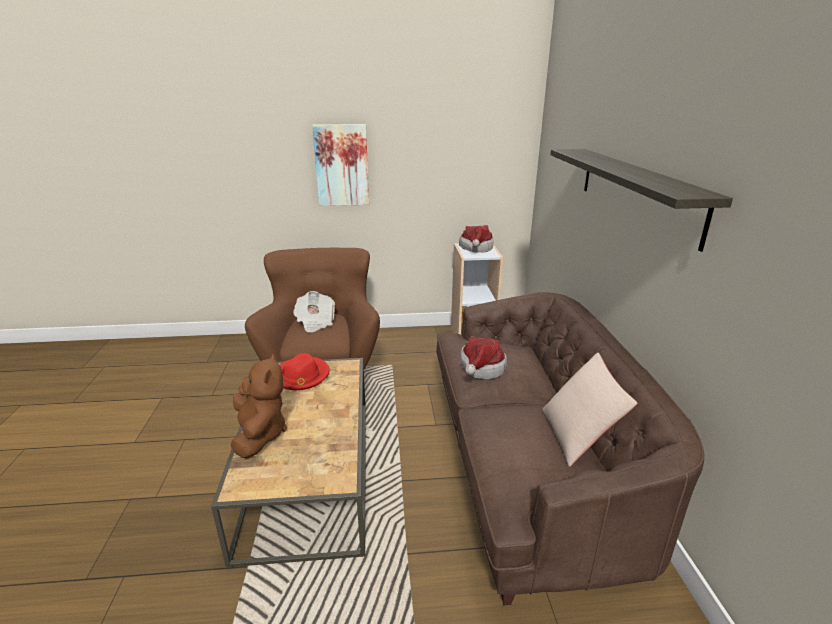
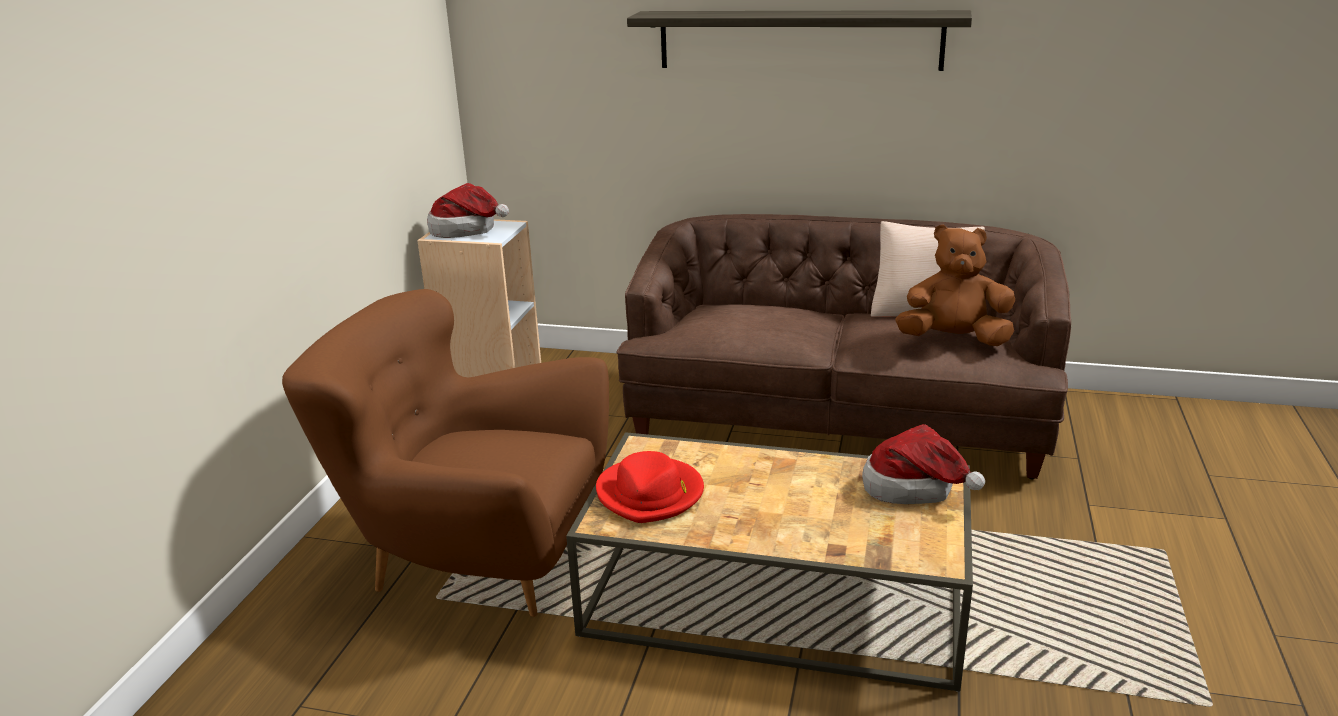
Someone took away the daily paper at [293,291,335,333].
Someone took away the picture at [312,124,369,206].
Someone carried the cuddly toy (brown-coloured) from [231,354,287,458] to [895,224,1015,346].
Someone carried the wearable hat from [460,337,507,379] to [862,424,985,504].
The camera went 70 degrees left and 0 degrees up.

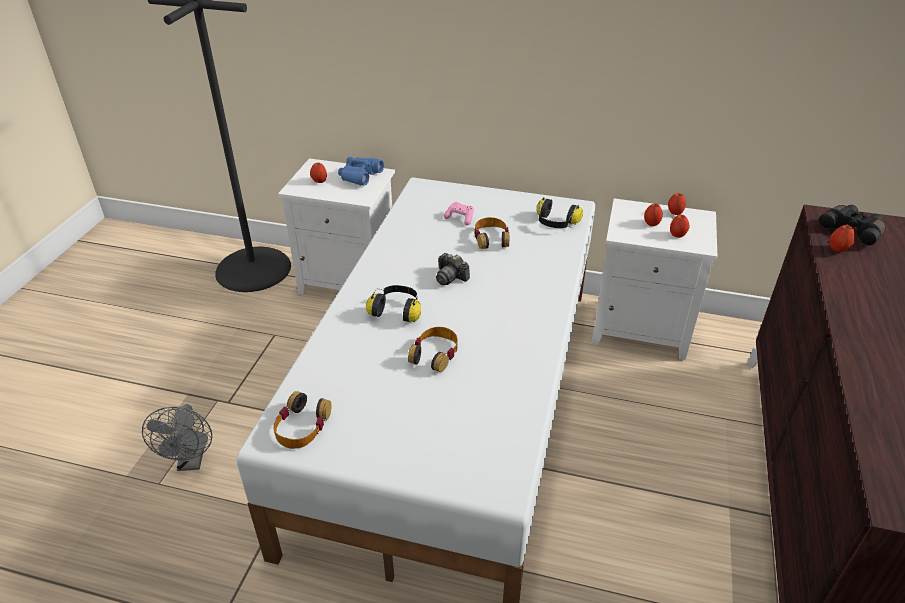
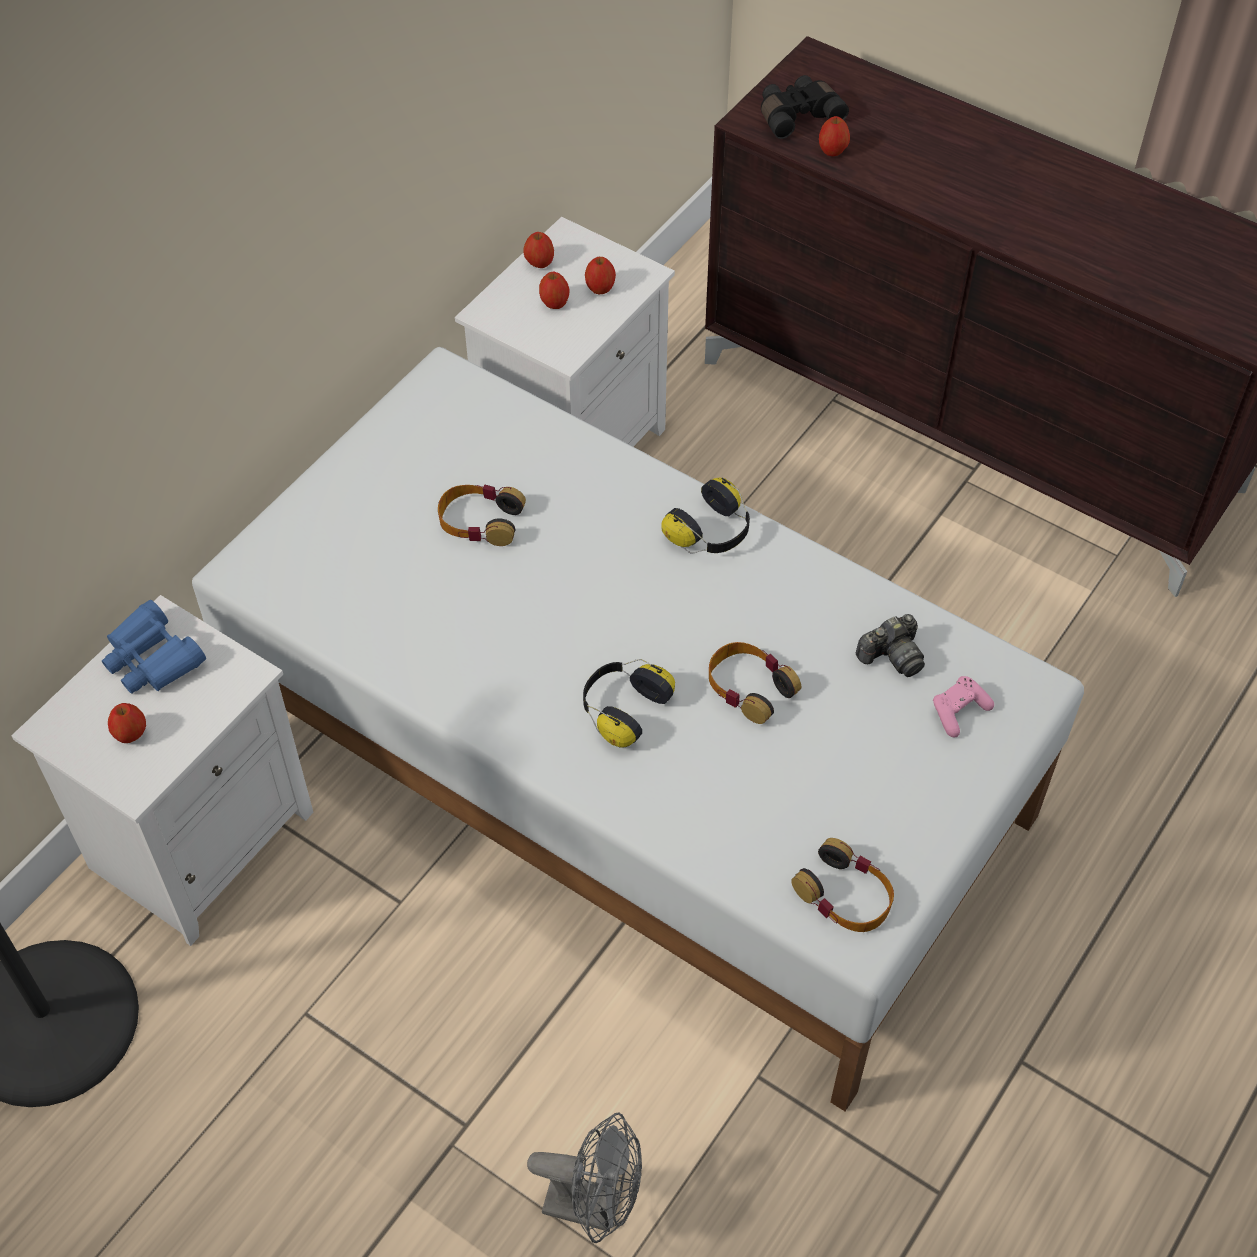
Someone carried the still camera from [436,253,470,285] to [856,614,925,677].
Someone carried the game controller (pink-coloured) from [444,202,474,225] to [933,676,994,737].
Someone carried the pair of headphones from [537,198,583,228] to [662,478,750,553].
The camera went 70 degrees left and 15 degrees up.

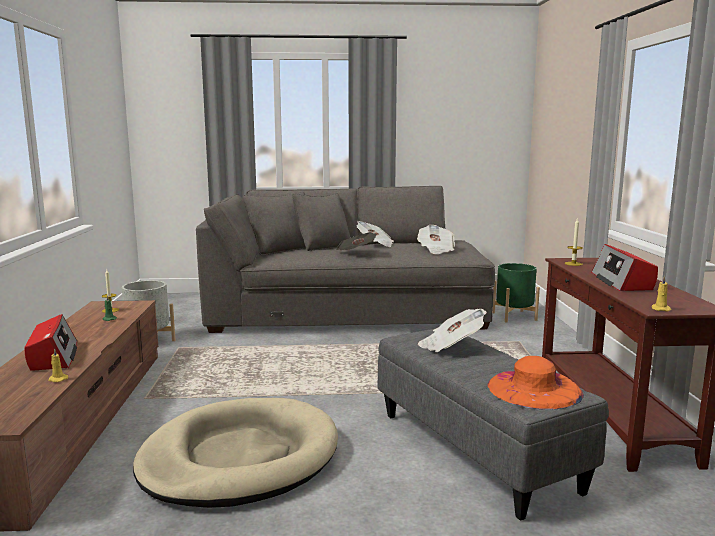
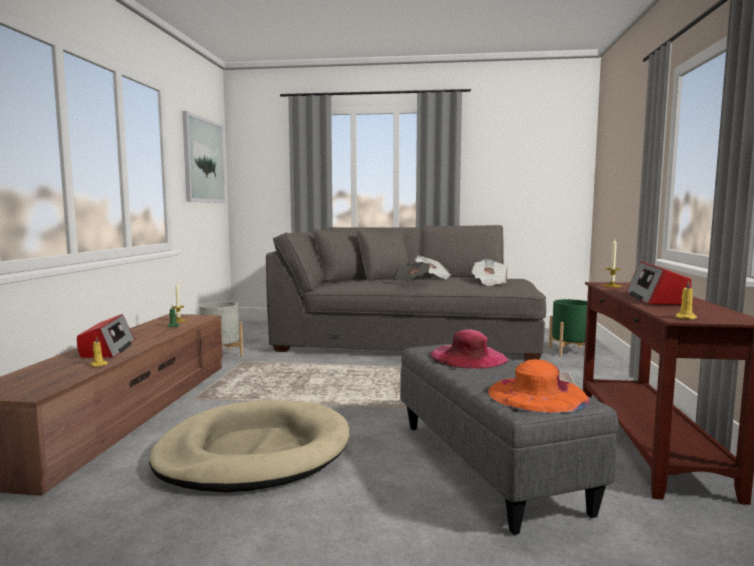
Someone put up the picture at [182,111,226,203].
Someone swapped the daily paper at [418,309,487,352] for the wearable hat (pink-coloured) at [430,329,508,369].
The camera went 10 degrees right and 5 degrees down.

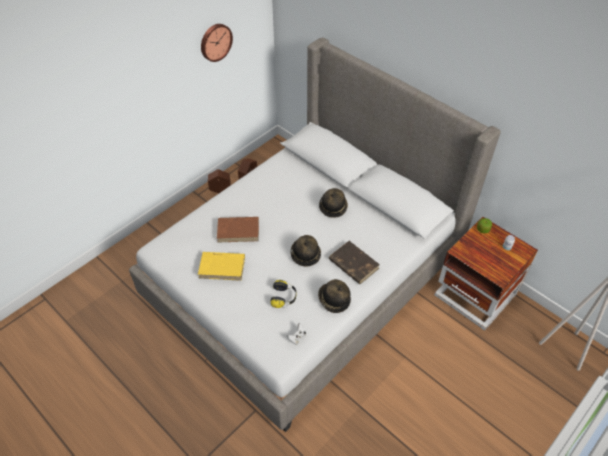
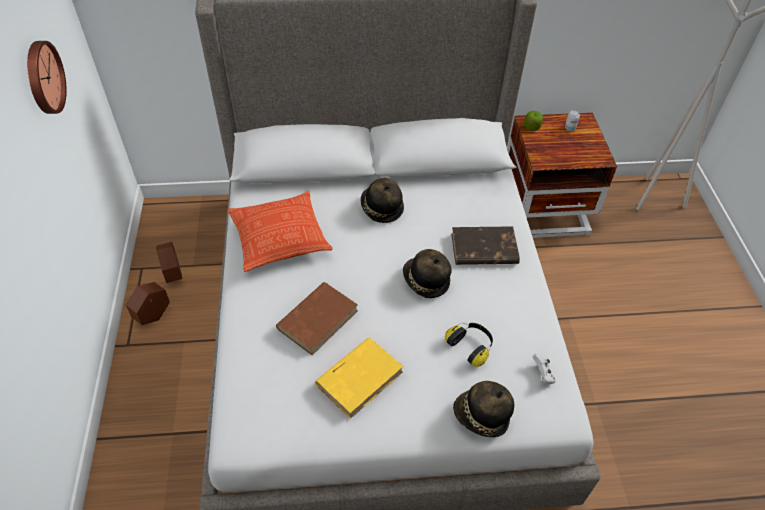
Someone put down the throw pillow (orangey) at [228,191,333,272].
Someone carried the wearable hat from [318,279,351,313] to [453,381,514,438].
The camera went 50 degrees left and 0 degrees up.

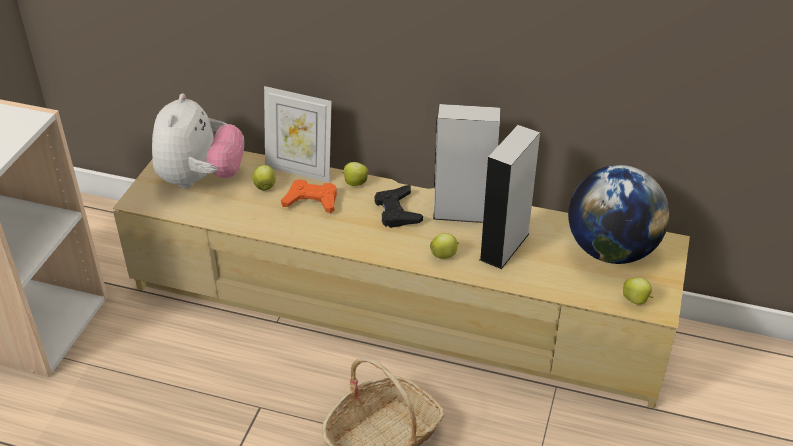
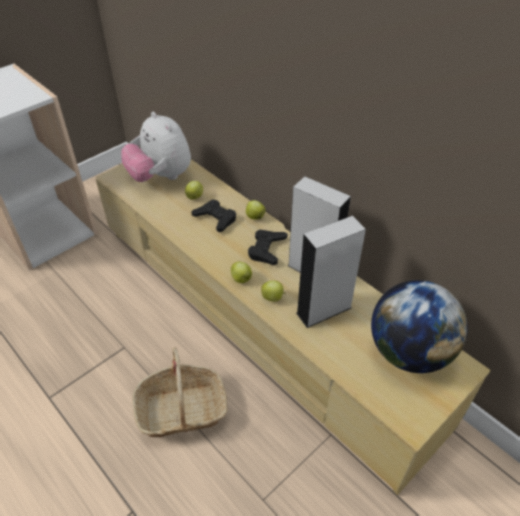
Someone took away the picture frame at [264,86,332,183].
Someone carried the apple fruit from [623,278,653,305] to [231,262,252,283].
Someone repainted the game controller (orangey) at [281,179,337,213], which became the game controller (black-coloured) at [192,200,236,232].
Someone rotated the cuddly toy at [152,94,244,189] by 105 degrees clockwise.
The camera went 30 degrees right and 5 degrees up.

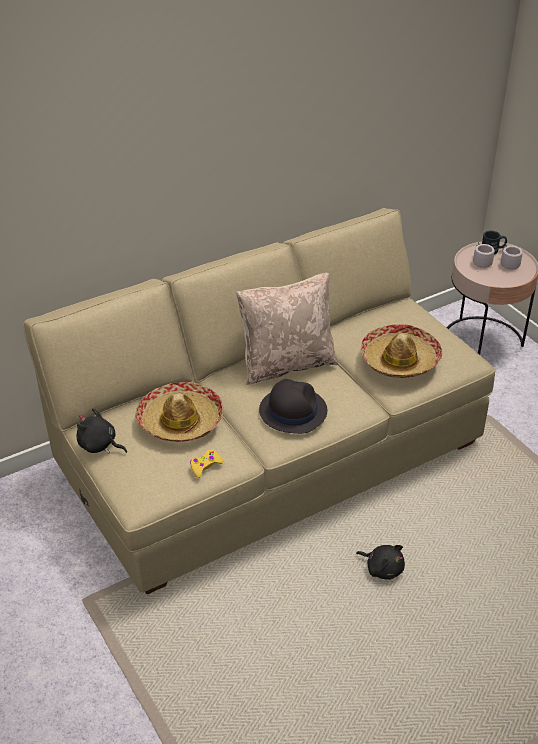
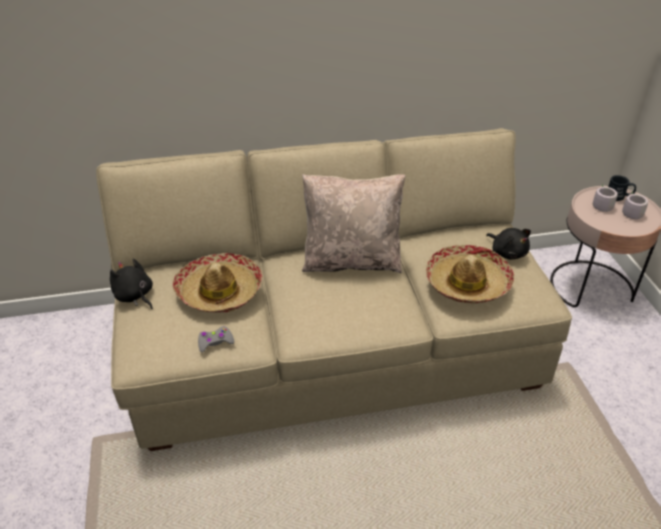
Someone took away the wearable hat (black-coloured) at [259,379,327,434].
Someone carried the cuddly toy (black-coloured) from [356,545,405,580] to [486,228,531,260].
Someone repainted the game controller (yellow-coloured) at [190,449,224,478], which became the game controller (grey) at [198,326,234,352].
The camera went 20 degrees right and 0 degrees up.

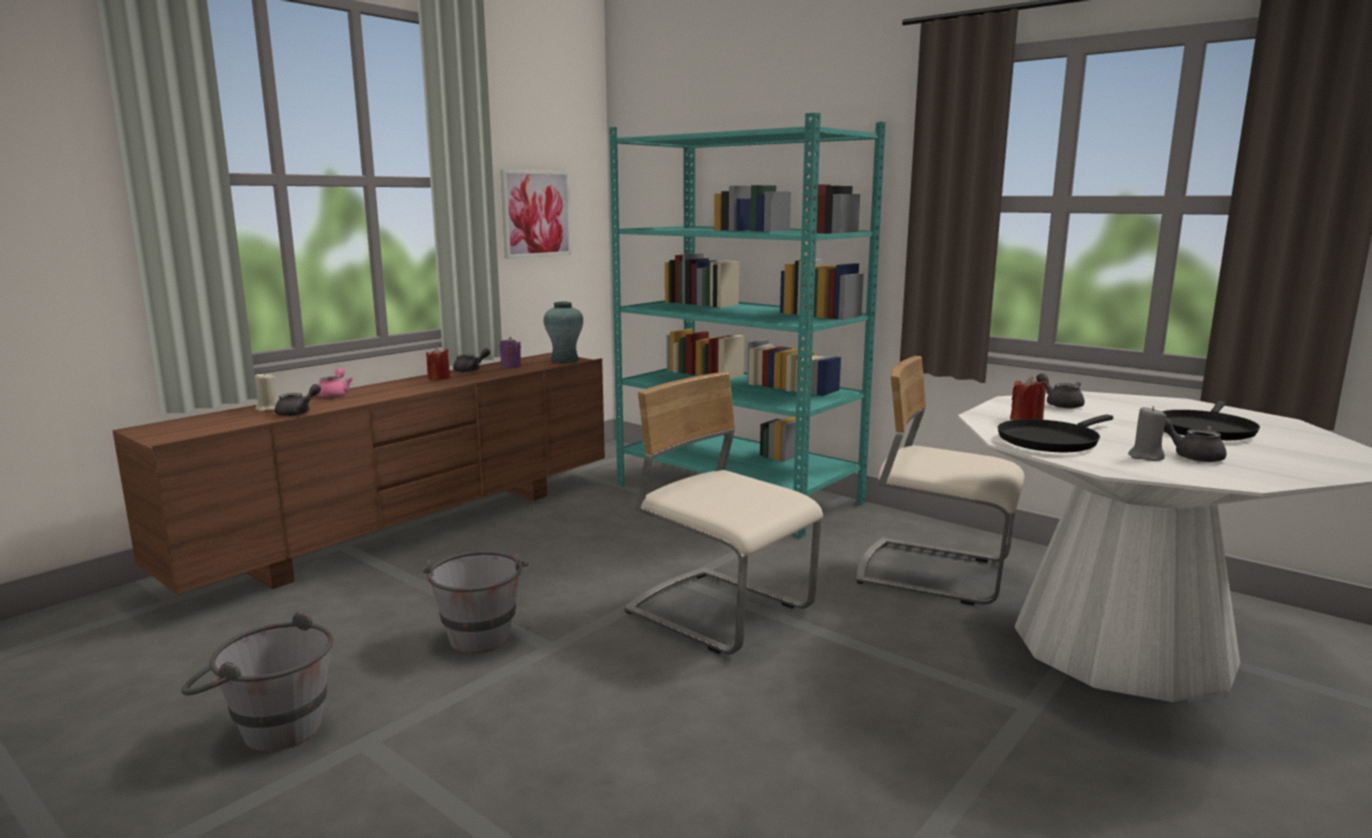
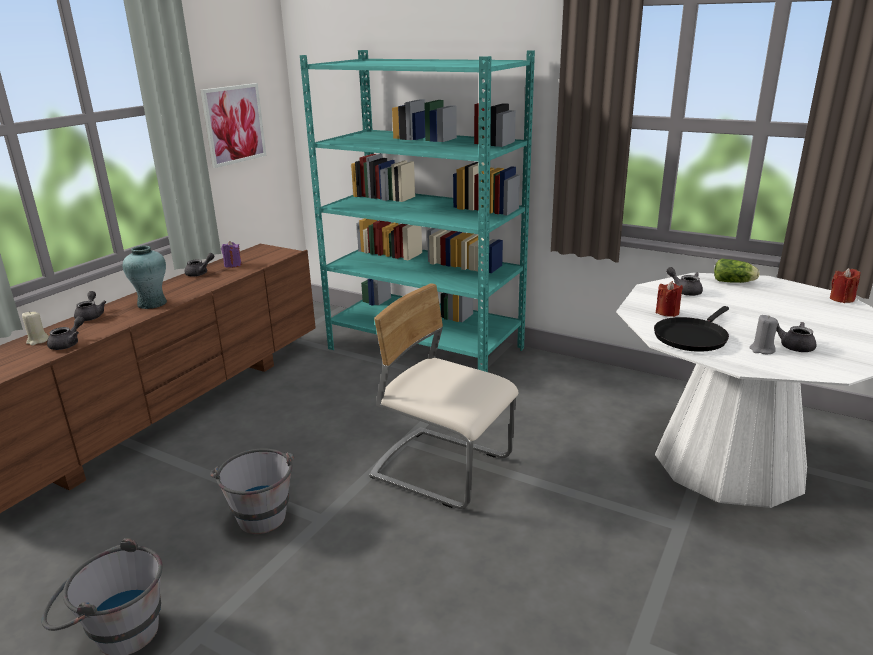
Someone took away the upright chair (beige) at [856,356,1025,606].
Someone took away the skillet (black-coloured) at [1162,401,1260,440].
Someone put down the head of lettuce at [714,259,760,283].
Someone carried the wax light (red-coloured) from [426,346,450,380] to [830,268,860,303].
Someone carried the decorative vase (turquoise) from [544,302,583,363] to [122,246,167,309].
Someone repainted the pot for tea (pink-coloured) at [317,368,353,398], which became the pot for tea (grey) at [74,291,106,321].
The camera went 10 degrees left and 10 degrees up.

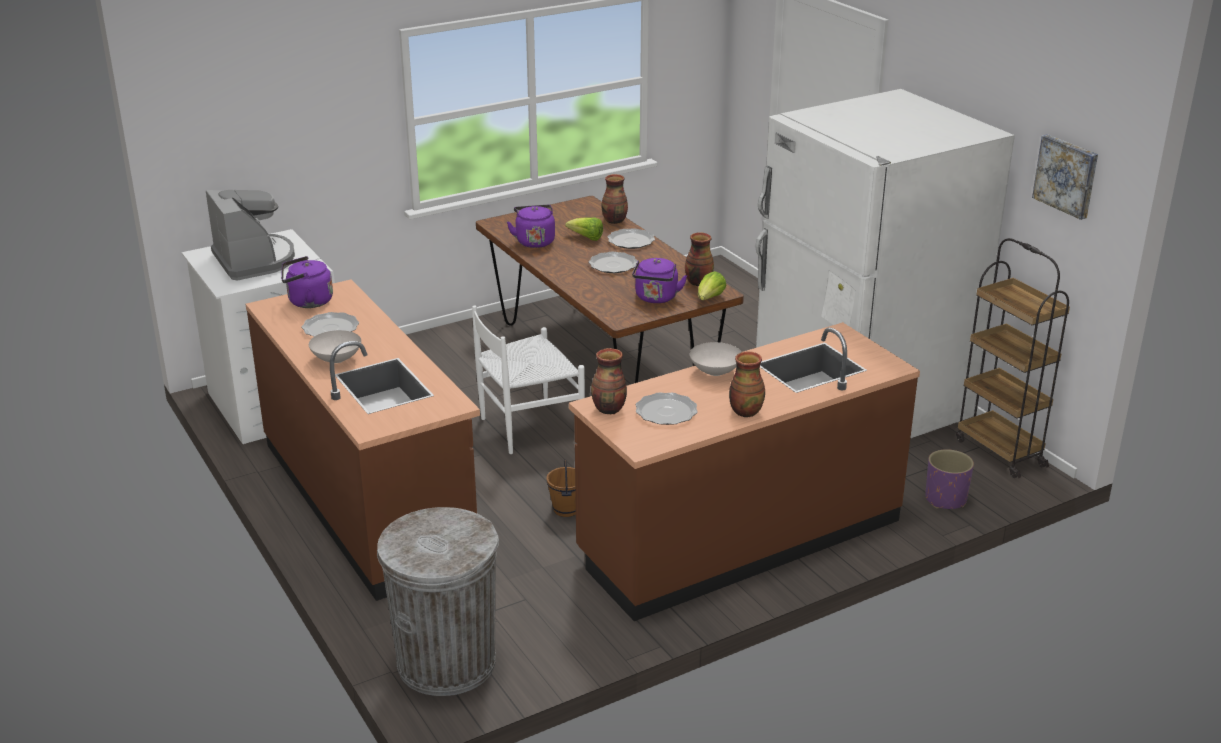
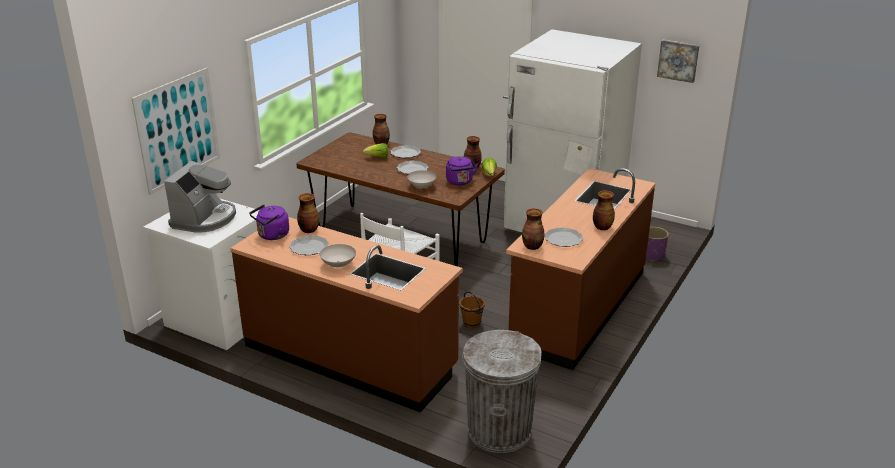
Someone took away the tea kettle (purple) at [507,205,555,248].
Someone took away the wheeled cart (brown-coloured) at [956,238,1070,478].
Someone put up the picture at [132,68,220,195].
Someone put down the decorative vase at [297,193,319,233].
Someone carried the serving bowl (white) from [690,342,741,376] to [407,170,437,189].
Someone rotated the coffee maker at [206,190,295,280] by 75 degrees clockwise.
The camera went 30 degrees left and 0 degrees up.

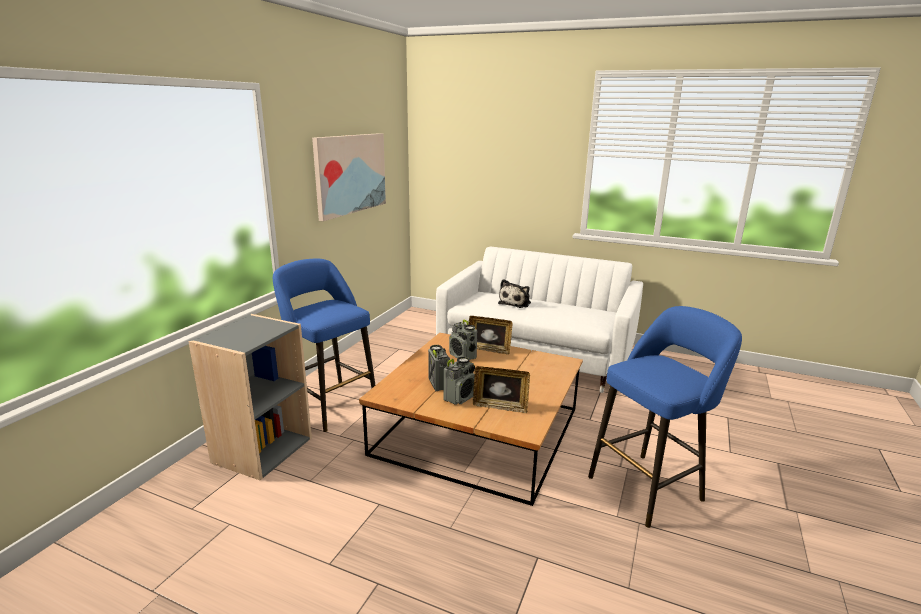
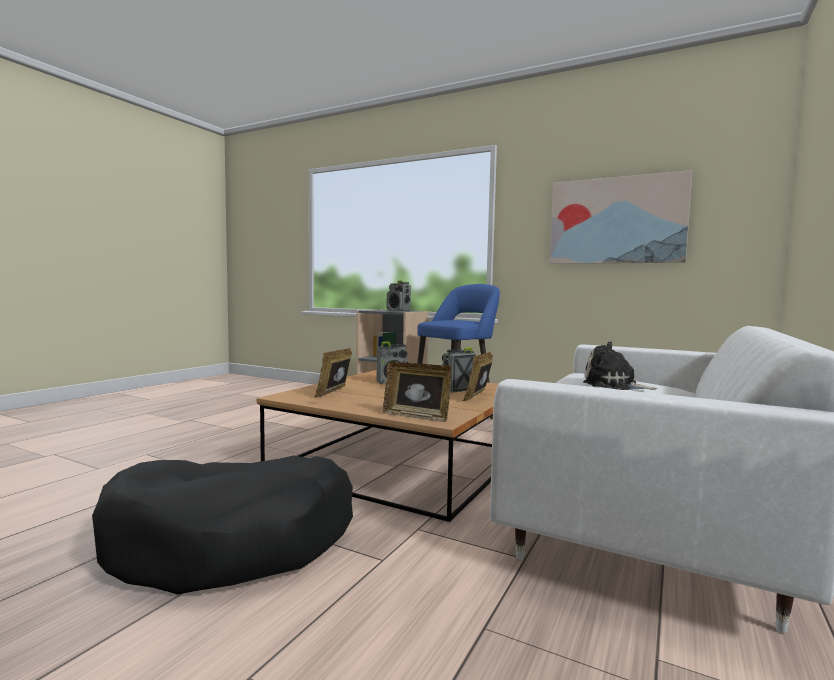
Someone put down the picture frame at [383,362,452,422].
Someone carried the radio from [444,356,475,405] to [387,280,411,311].
Someone swapped the stool (bluish) at [588,306,742,528] for the pet bed (black-coloured) at [92,455,353,594].
The camera went 95 degrees right and 15 degrees down.

